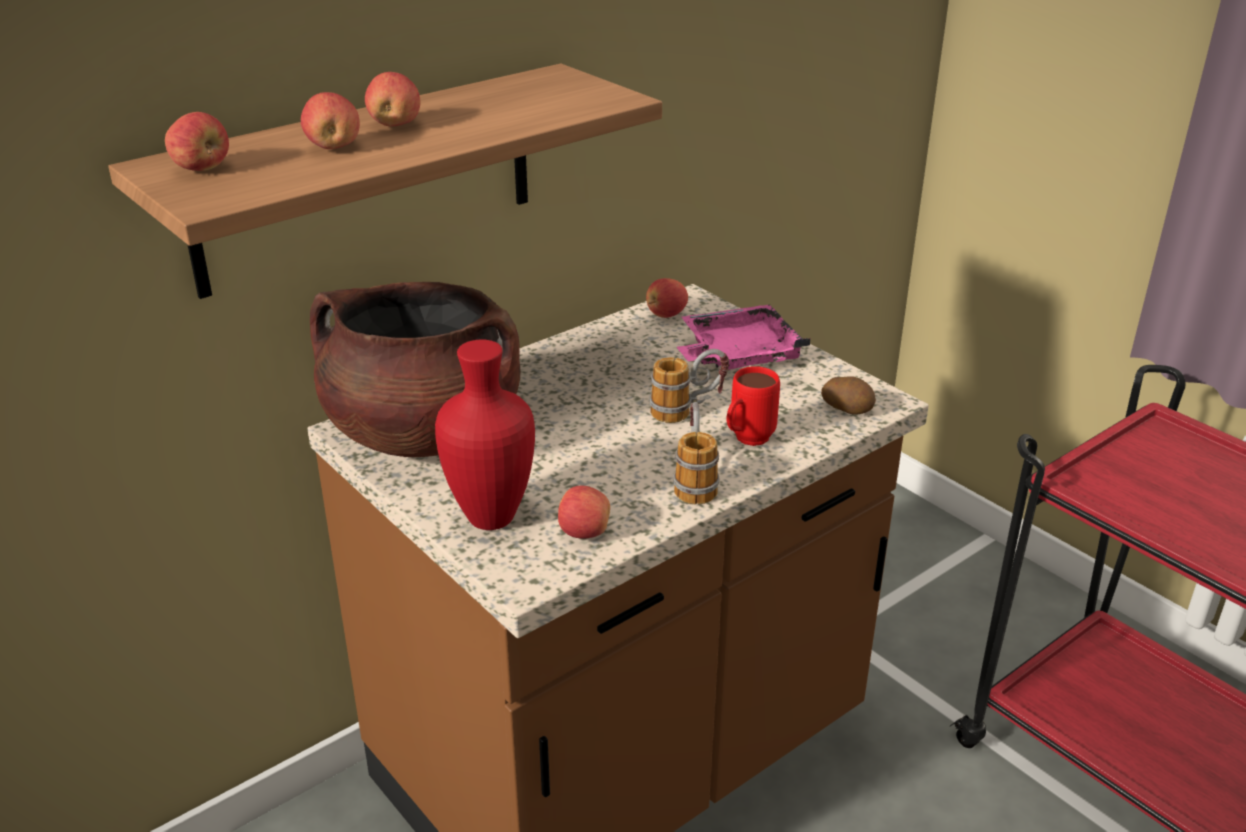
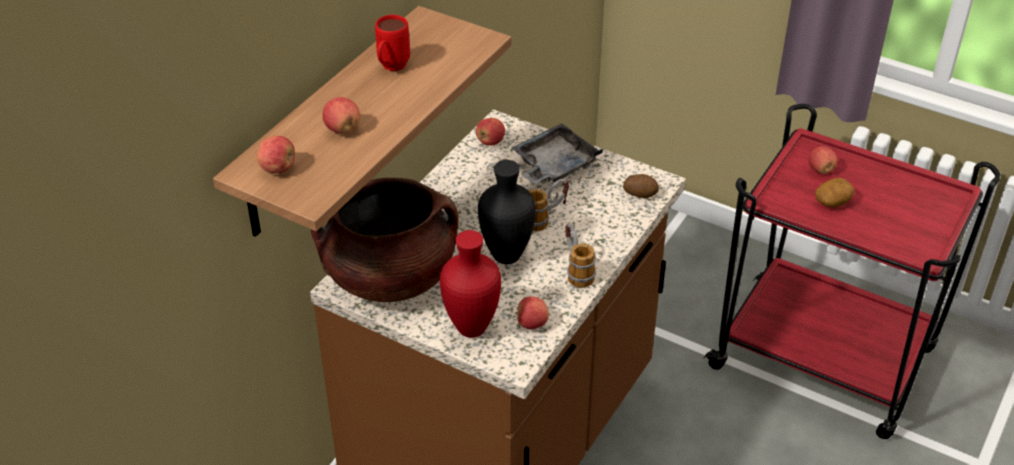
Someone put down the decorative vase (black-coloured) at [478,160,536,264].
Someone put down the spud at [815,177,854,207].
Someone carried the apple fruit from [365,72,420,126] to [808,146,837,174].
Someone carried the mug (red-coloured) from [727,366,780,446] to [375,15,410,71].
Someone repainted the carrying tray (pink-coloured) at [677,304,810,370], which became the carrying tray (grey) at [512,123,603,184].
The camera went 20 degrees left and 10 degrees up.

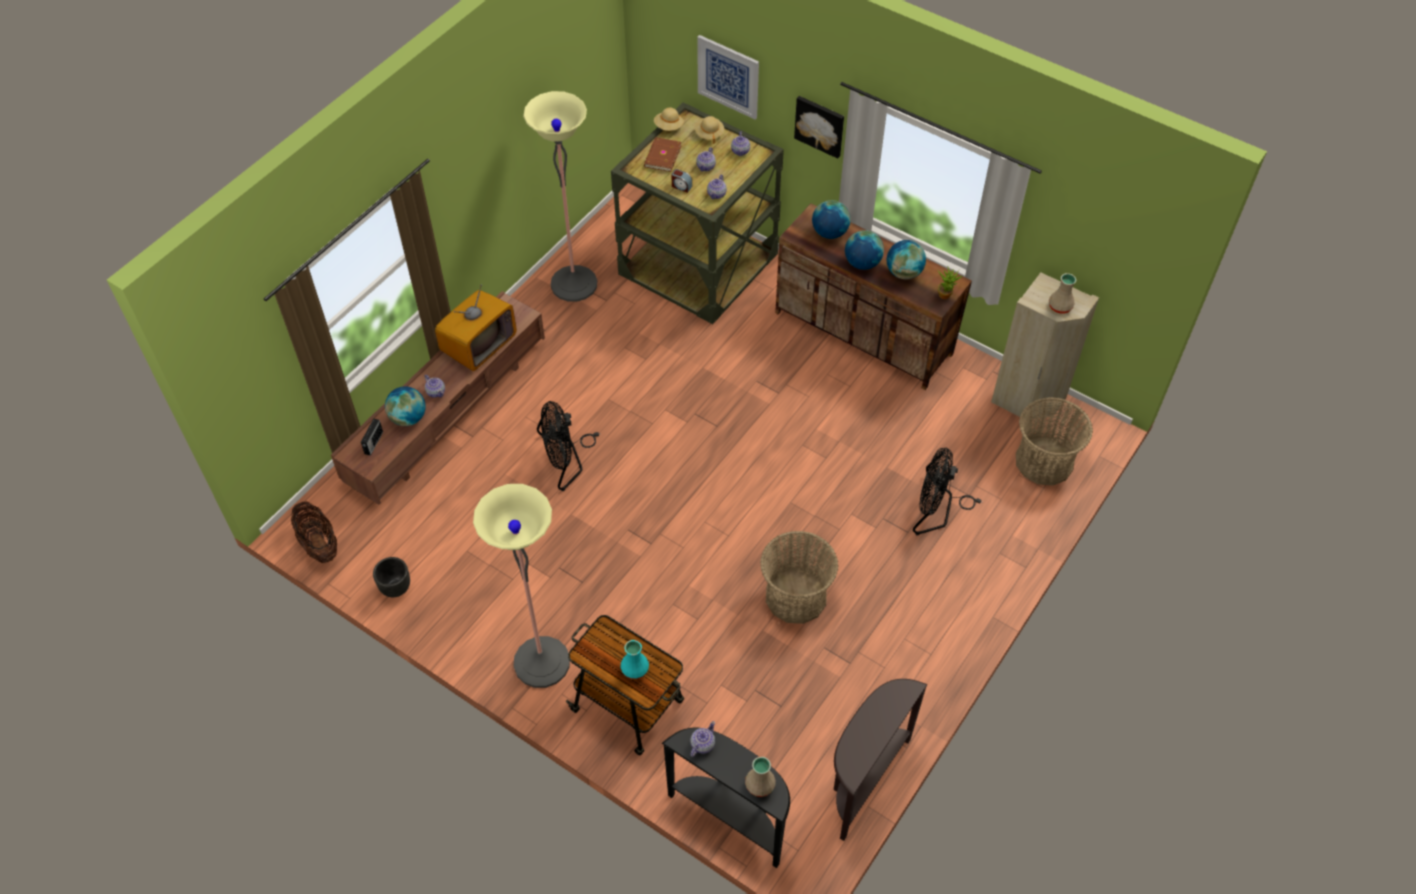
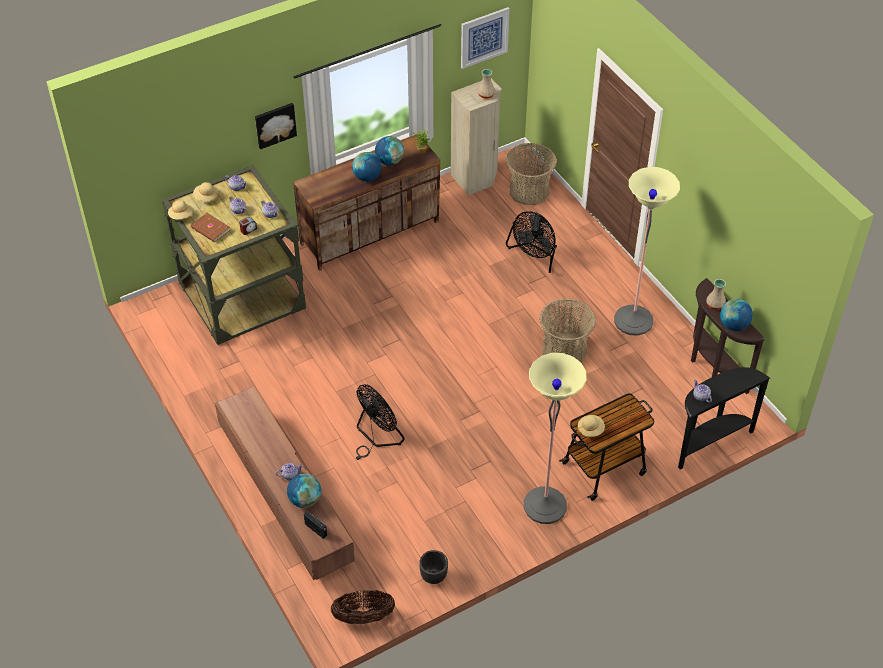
Someone took away the TV at [435,284,517,371].
Someone took away the decorative vase (turquoise) at [621,640,649,680].
Someone put down the wearable hat (beige) at [578,415,605,437].
Someone carried the standard lamp from [523,91,597,302] to [614,167,680,336].
Someone carried the picture from [697,35,759,119] to [461,7,510,69].
Someone carried the decorative vase (beige) from [745,756,776,797] to [706,279,726,310].
Someone carried the world globe from [812,200,851,239] to [720,299,753,331].
Someone rotated the electric fan (black-coloured) at [537,401,601,491] by 135 degrees counterclockwise.
The camera went 65 degrees left and 5 degrees down.

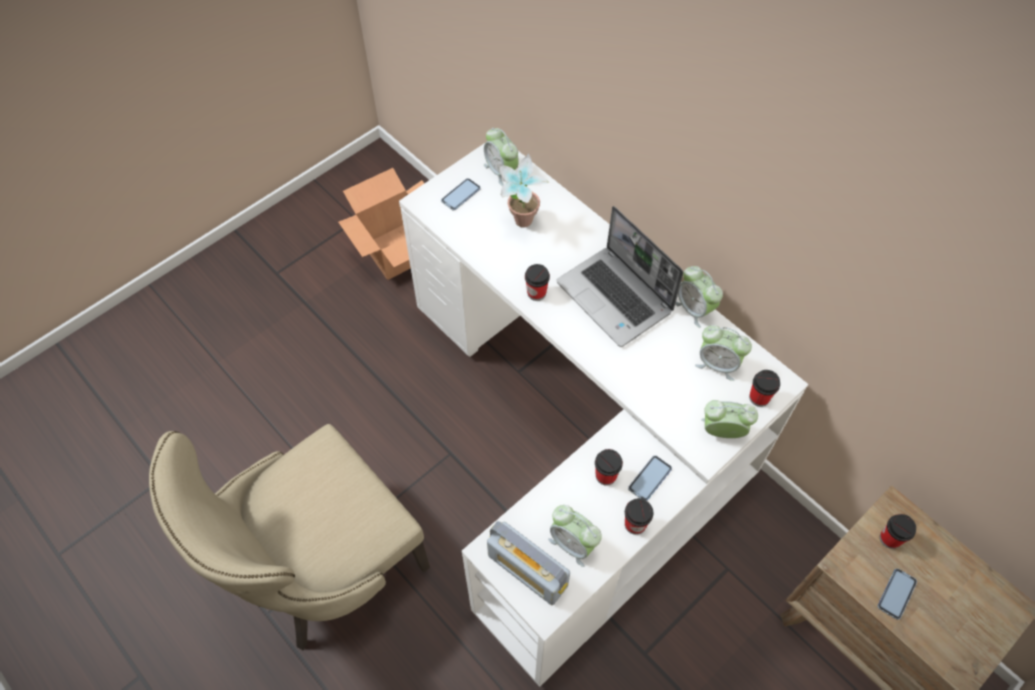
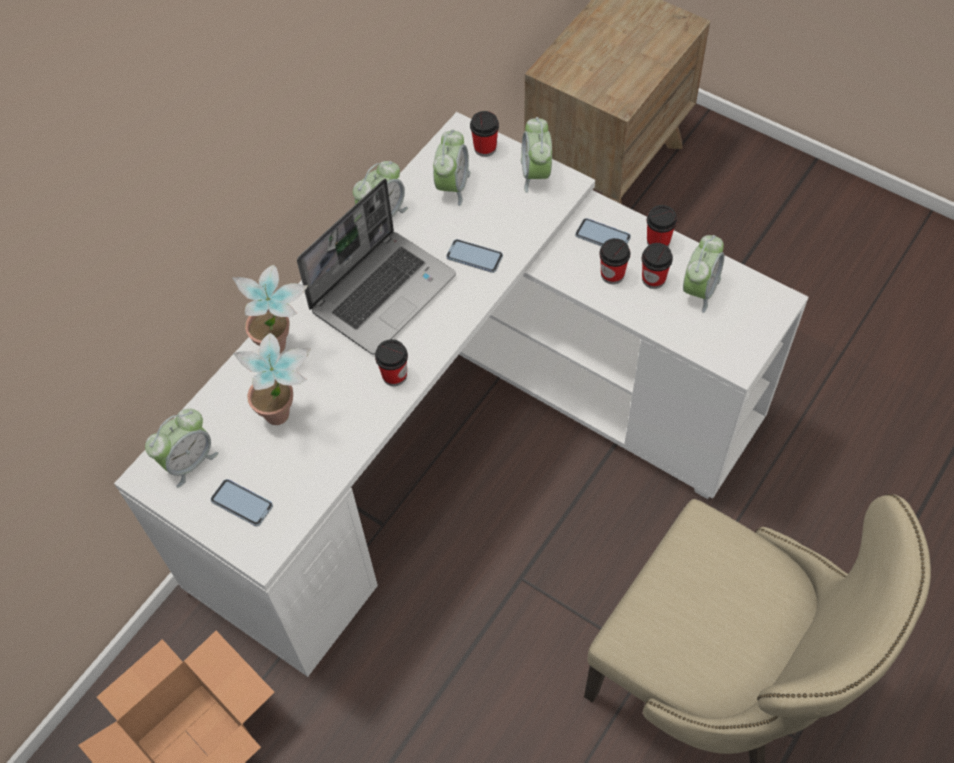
Someone took away the radio at [487,521,570,605].
Someone put down the plant in a pot at [232,265,308,353].
Someone carried the telephone from [878,569,917,620] to [446,239,503,273].
Someone carried the small cup from [880,514,916,549] to [642,243,673,289].
The camera went 100 degrees left and 0 degrees up.

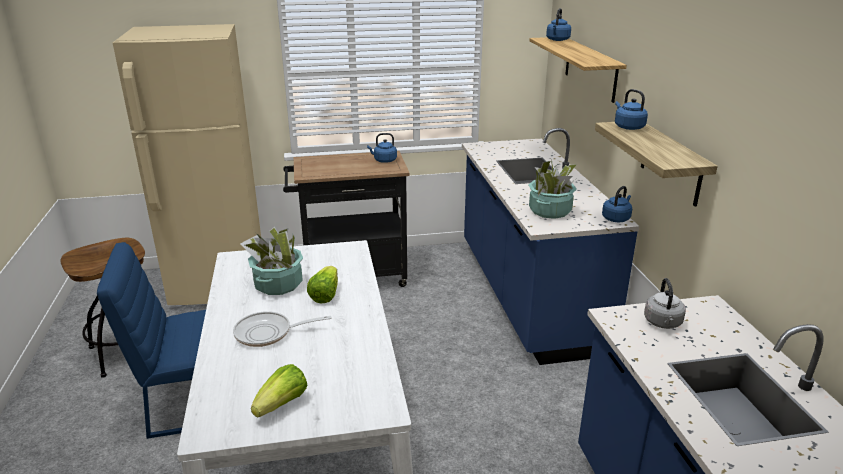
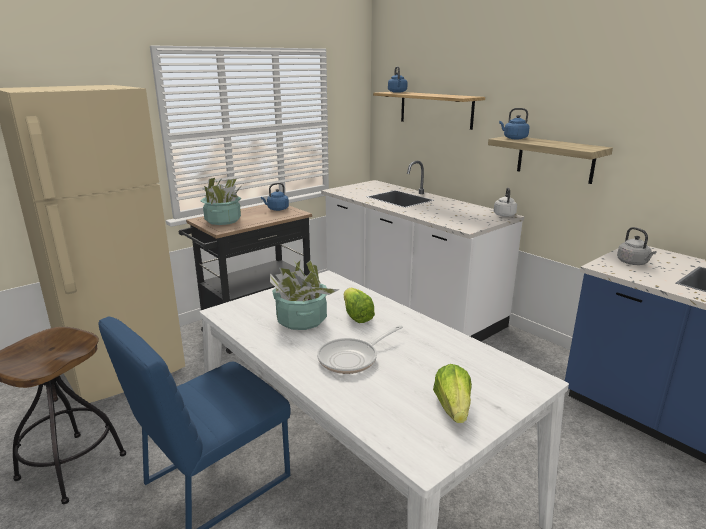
Someone carried the plant in a pot from [529,160,580,219] to [201,178,243,225].
Someone repainted the counter (bluish) at [462,128,639,365], which became the counter (white) at [321,161,524,341].
Someone repainted the tea kettle (bluish) at [602,186,632,222], which became the tea kettle (white) at [494,188,517,217].
The camera went 30 degrees left and 5 degrees down.

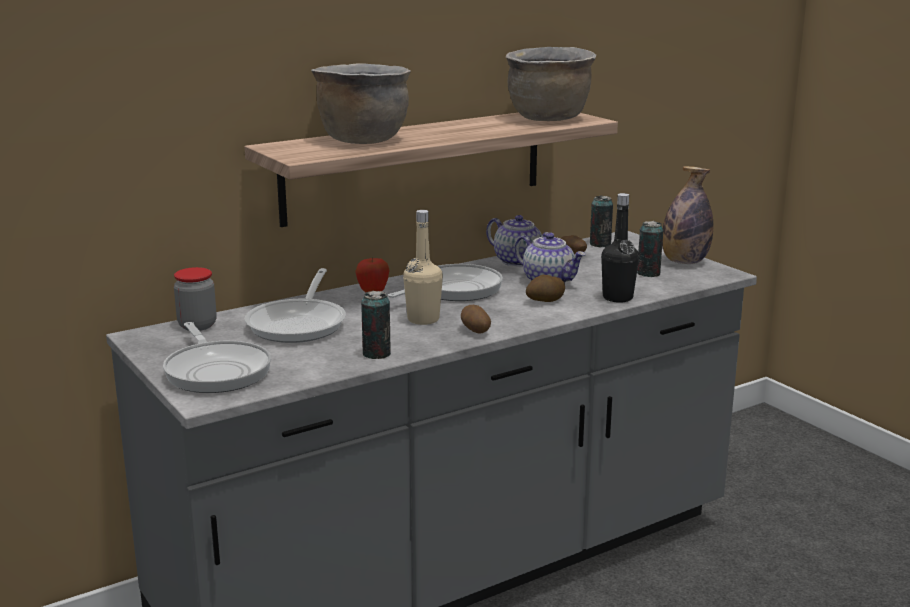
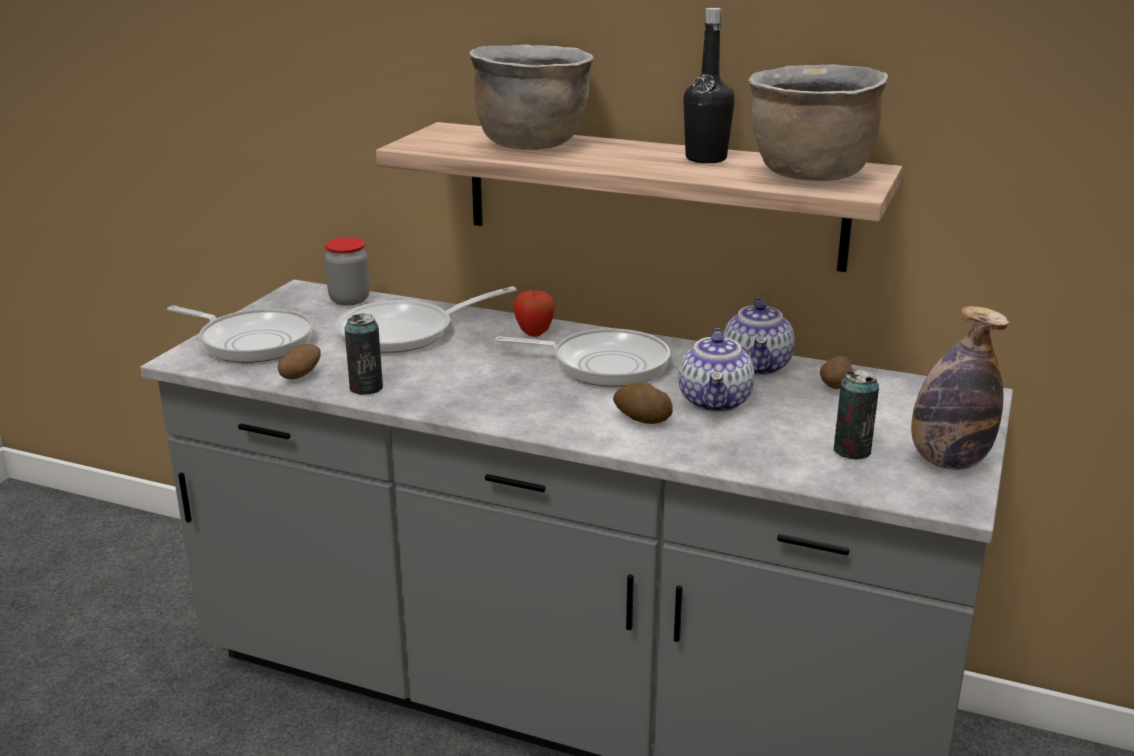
Someone took away the drink bottle (beige) at [403,210,443,325].
Someone took away the can at [590,196,613,247].
Someone carried the spud from [461,305,491,334] to [278,344,321,380].
Someone carried the drink bottle (black-coloured) from [601,193,639,303] to [683,8,735,163].
Someone rotated the skillet at [163,322,271,393] by 90 degrees counterclockwise.
The camera went 55 degrees right and 5 degrees up.

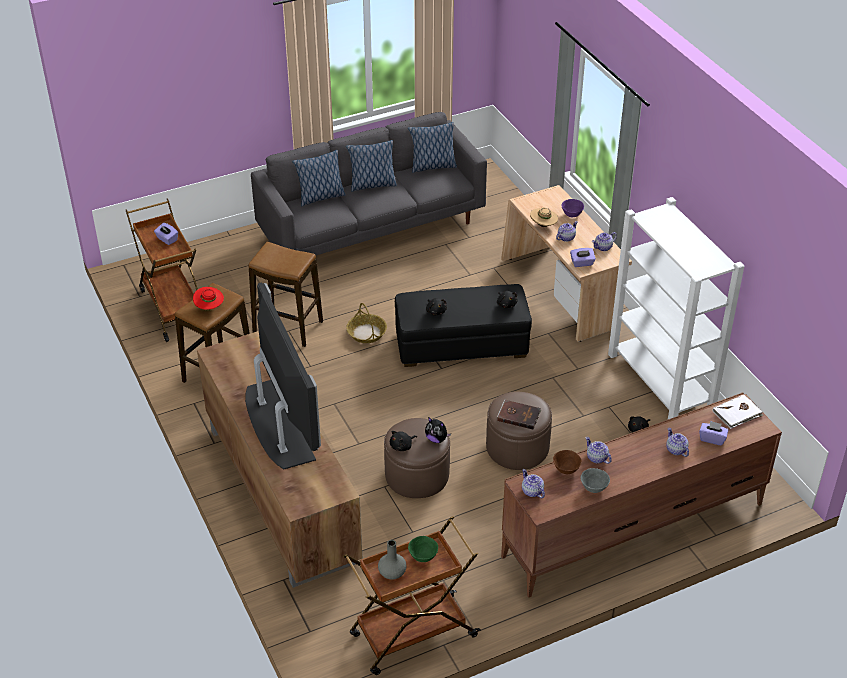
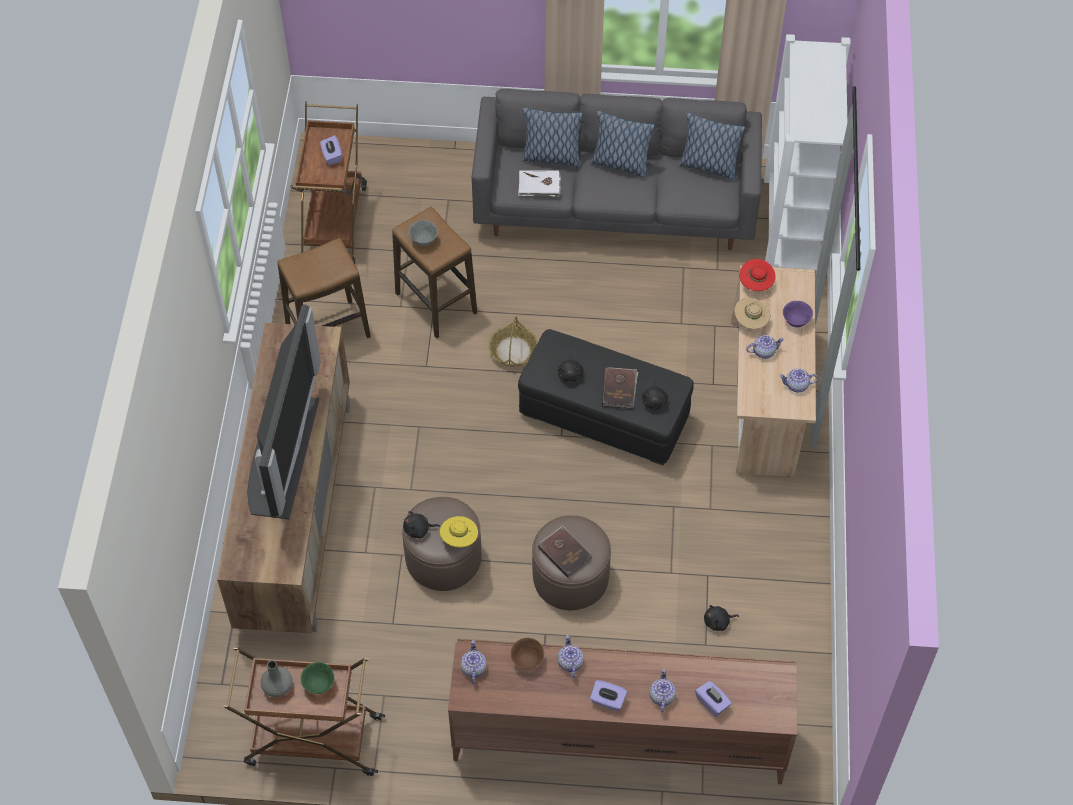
Someone put down the bound book (brown-coloured) at [602,368,638,408].
Someone carried the wearable hat (red-coloured) from [193,287,224,310] to [739,259,776,291].
Someone carried the tissue box (purple) from [570,248,596,267] to [590,680,627,711].
Someone carried the serving bowl (grey) from [581,468,610,493] to [408,220,438,246].
Someone carried the bookshelf (white) from [608,197,744,419] to [764,34,851,279].
Someone carried the bound book (white) from [713,395,763,429] to [518,170,561,197].
Someone swapped the cuddly toy at [425,417,451,443] for the wearable hat (yellow-coloured) at [440,516,478,548].
The camera went 30 degrees right and 15 degrees up.

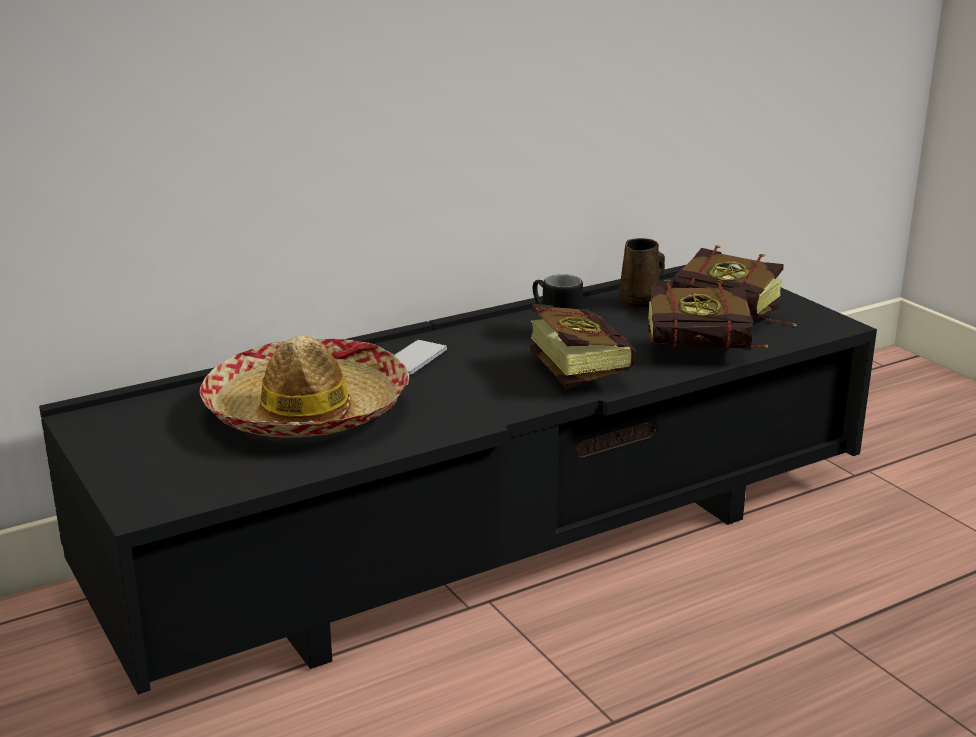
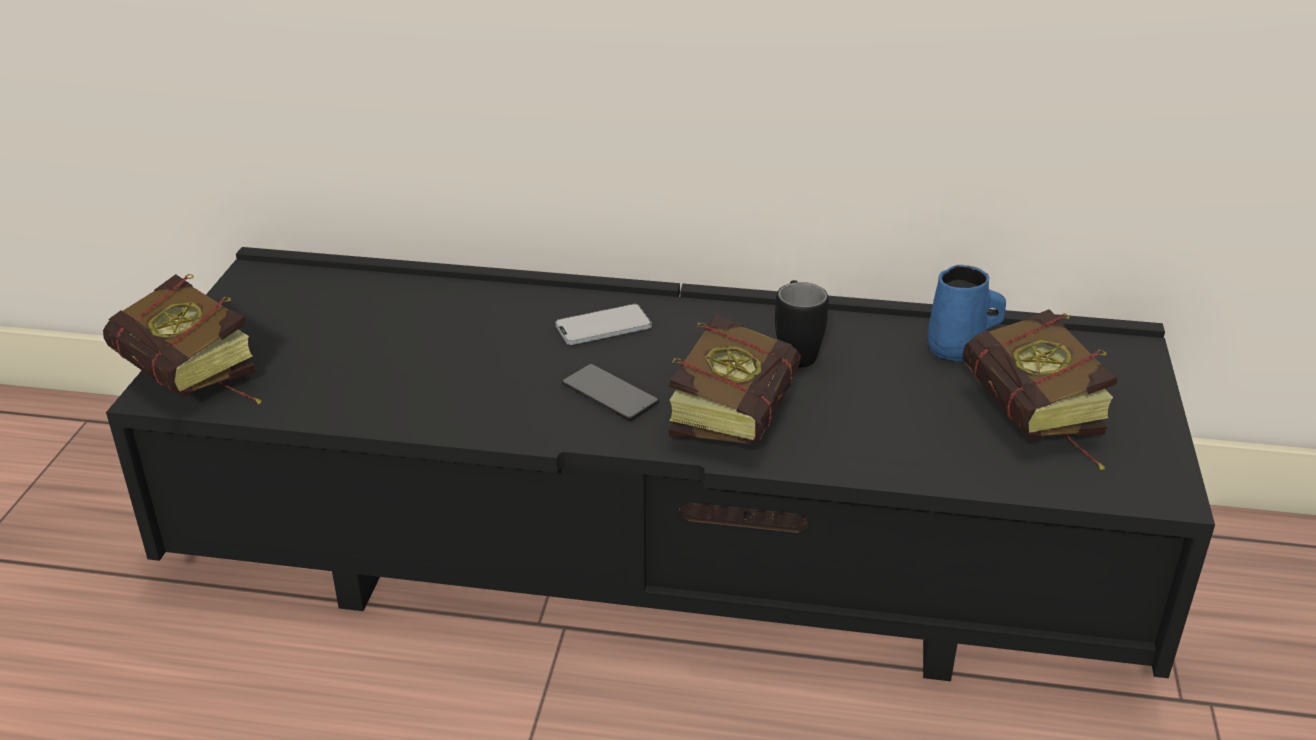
Someone took away the wearable hat at [200,335,409,438].
Someone put down the telephone at [562,364,659,421].
Someone carried the bound book from [647,280,768,348] to [103,274,262,404].
Someone repainted the mug (brown-coloured) at [619,238,665,308], which became the mug (bluish) at [927,265,1006,362].
The camera went 40 degrees right and 10 degrees up.

